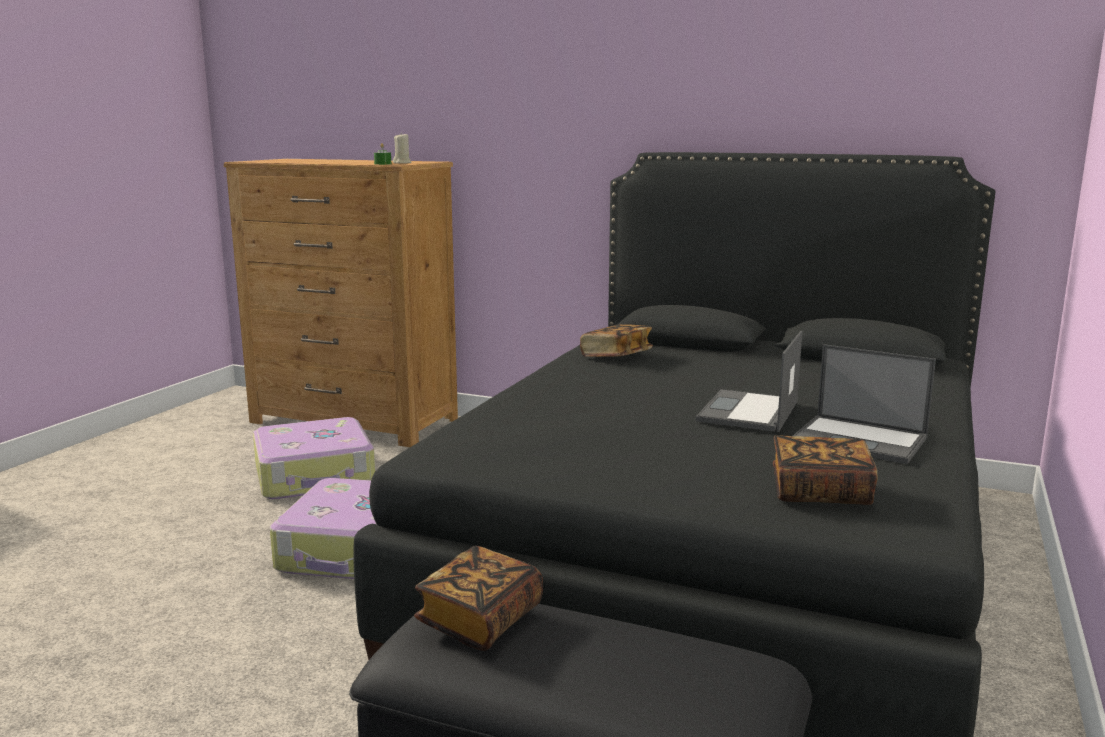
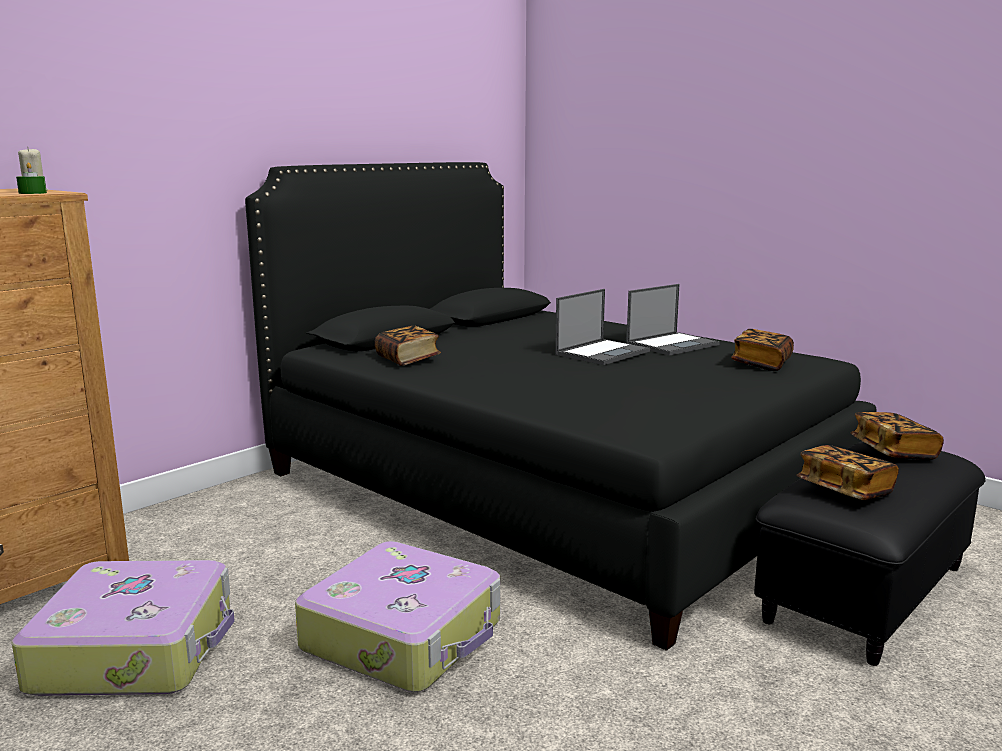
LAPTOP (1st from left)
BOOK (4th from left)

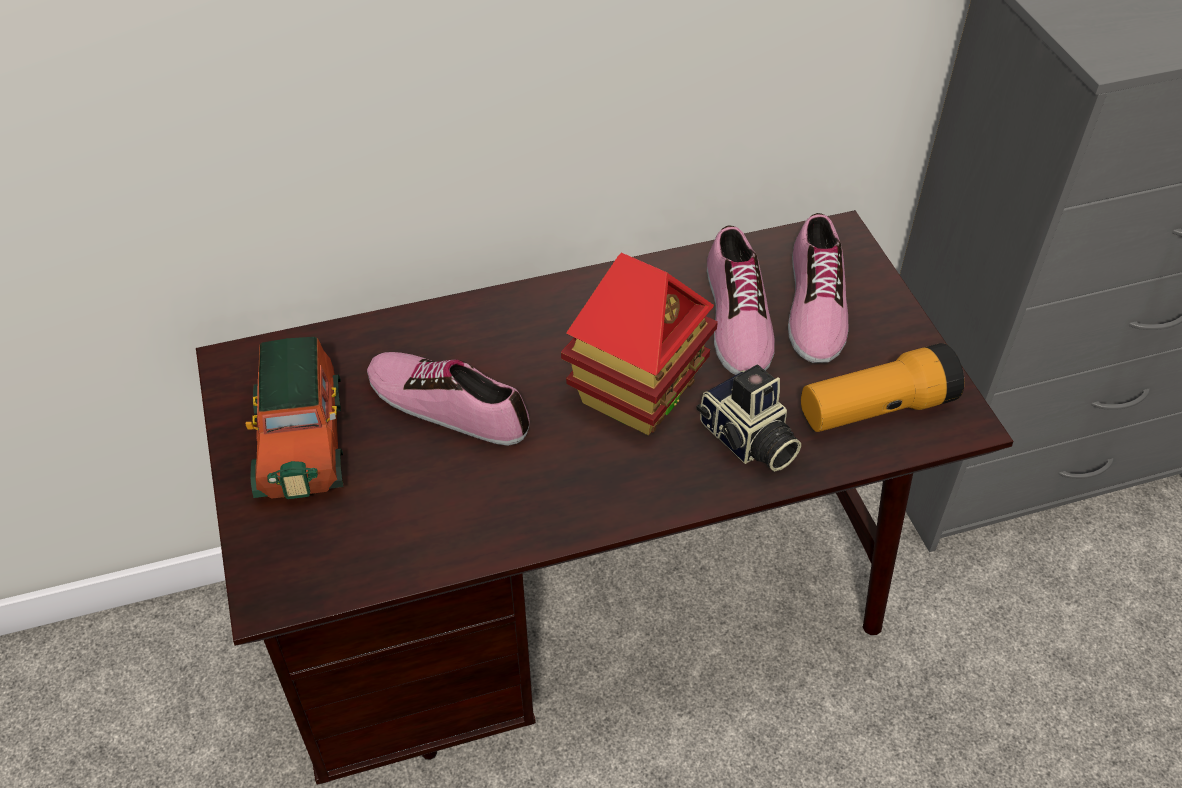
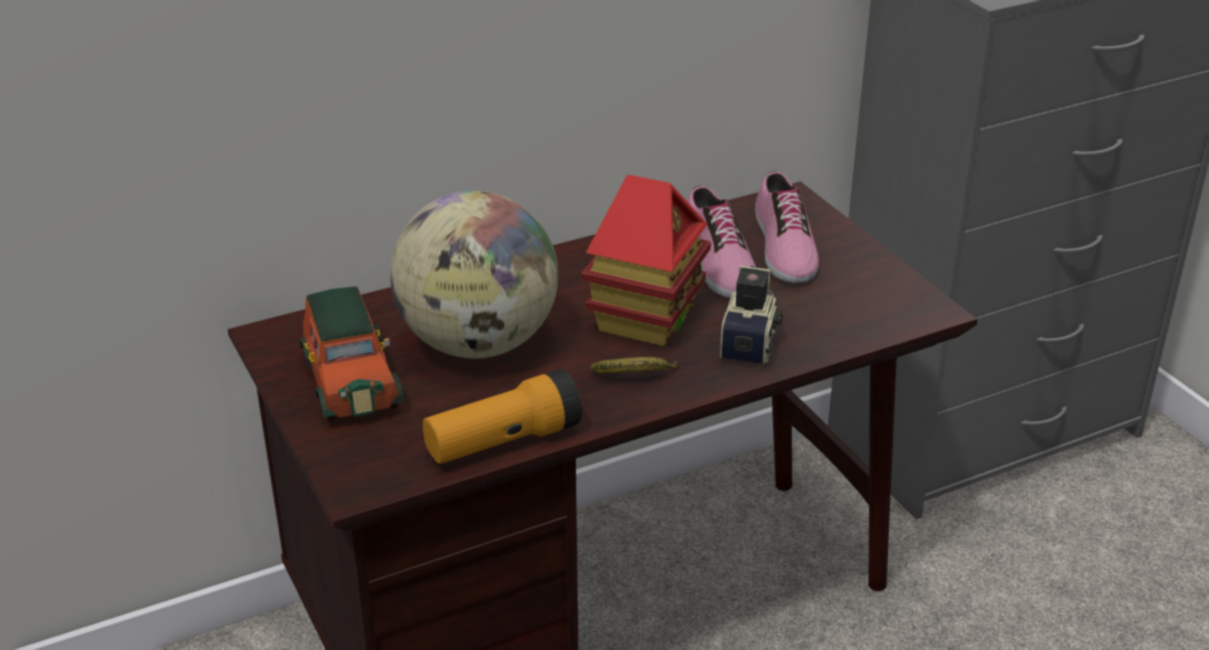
GLOBE
FLASHLIGHT
BANANA
PHOTO CAMERA

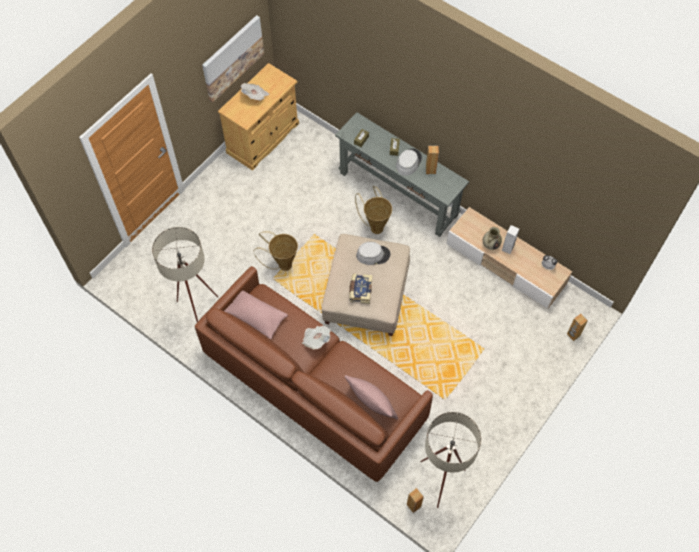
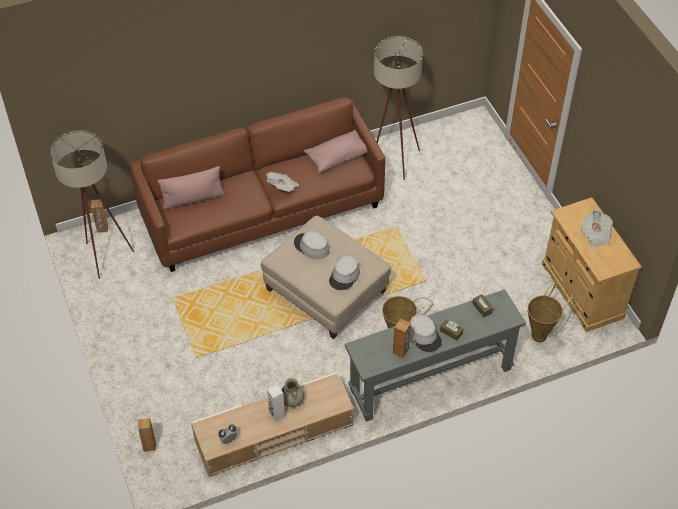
GREY HAT (1st from left)
BASKET (2nd from left)
PICTURE

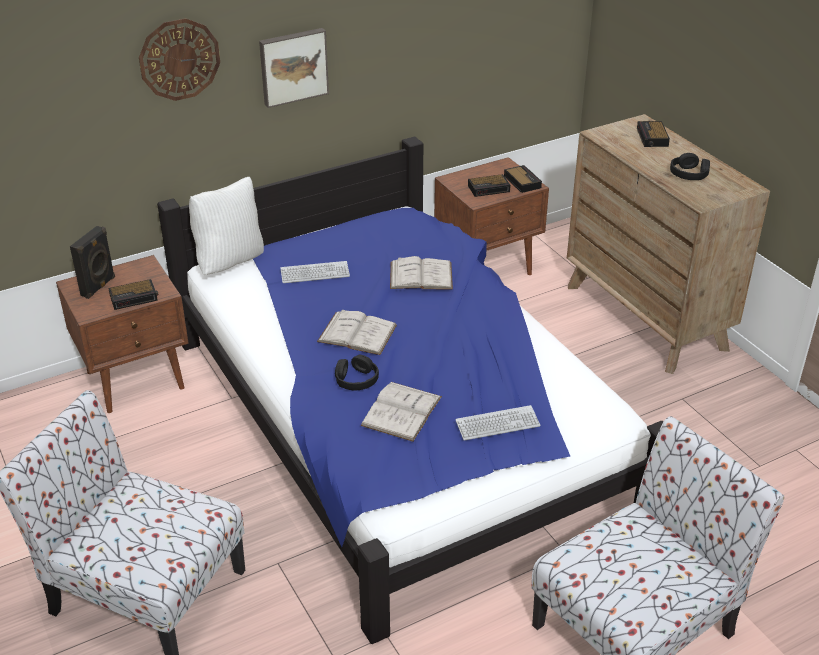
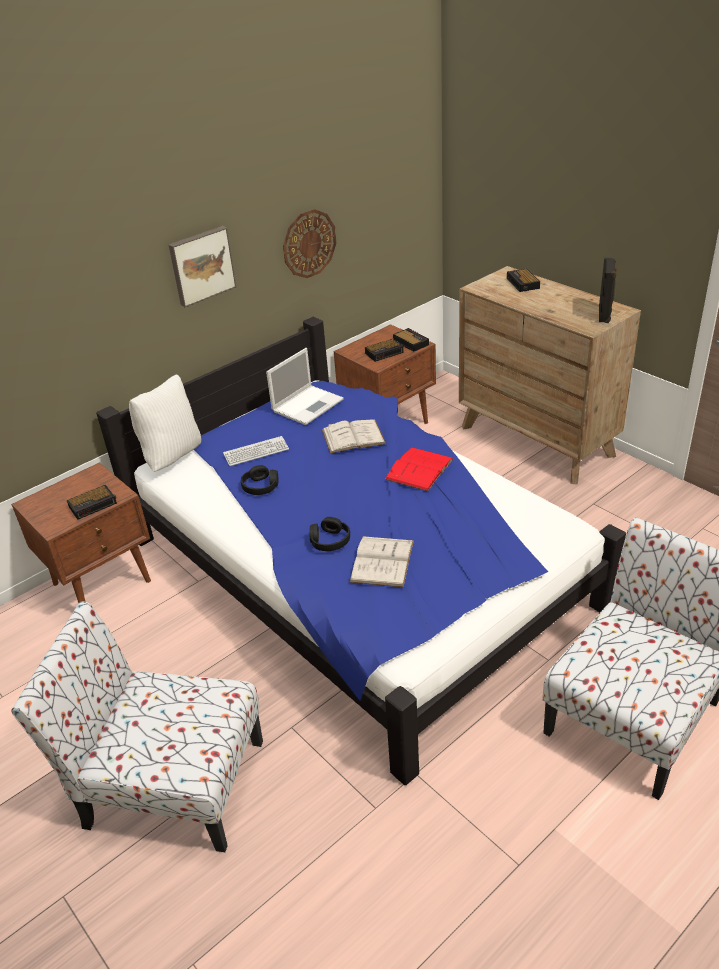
BLACK HEADPHONES (1st from left)
LAPTOP
WALL CLOCK
RED BOOK
BLACK SPEAKER
WHITE BOOK (1st from left in the first image)
KEYBOARD (2nd from left in the first image)

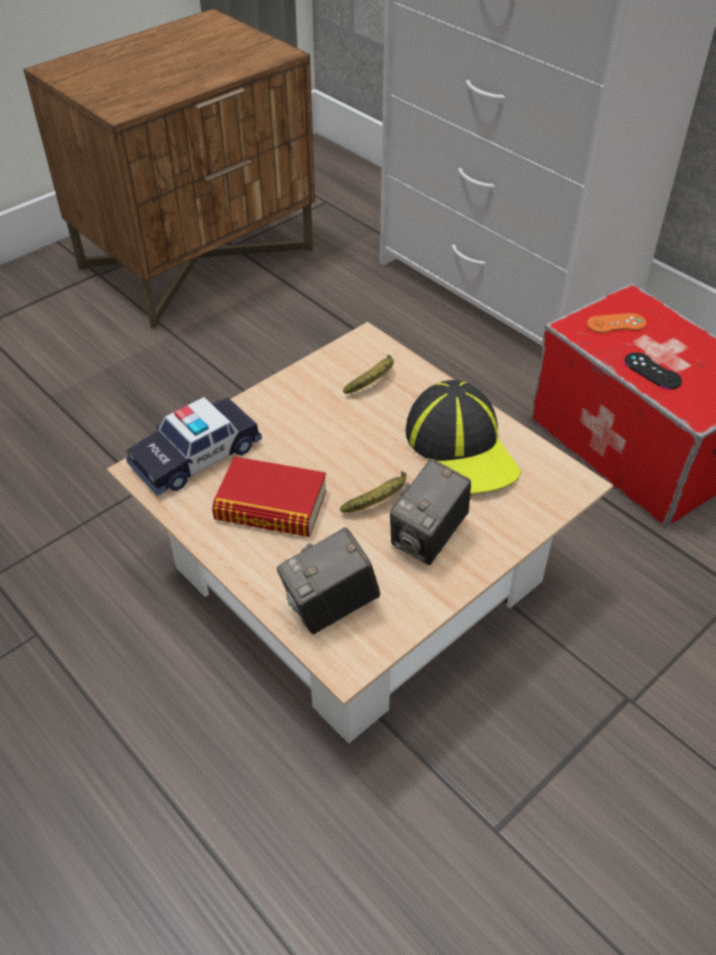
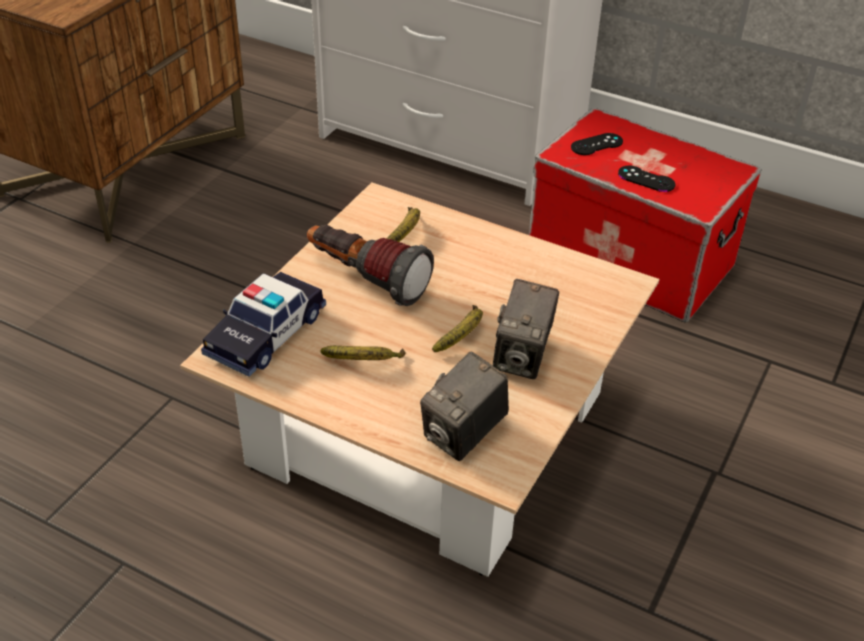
FLASHLIGHT
BANANA (1st from left)
BLACK GAME CONTROLLER (1st from left)
CAP

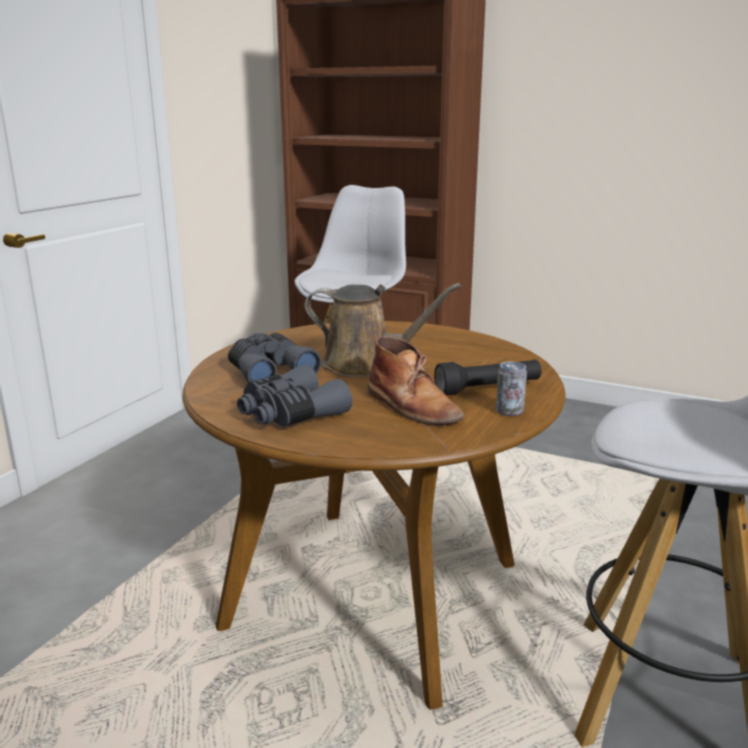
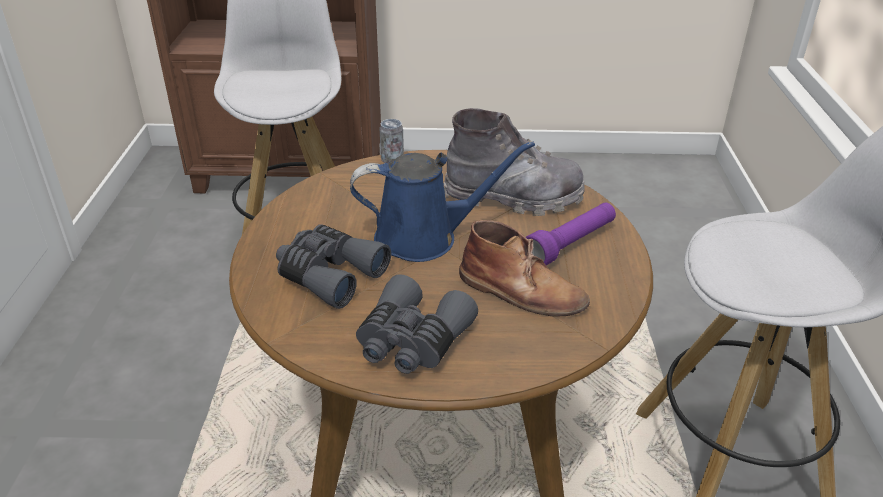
BLUE WATERING CAN
CAN
GREY BOOT
PURPLE FLASHLIGHT

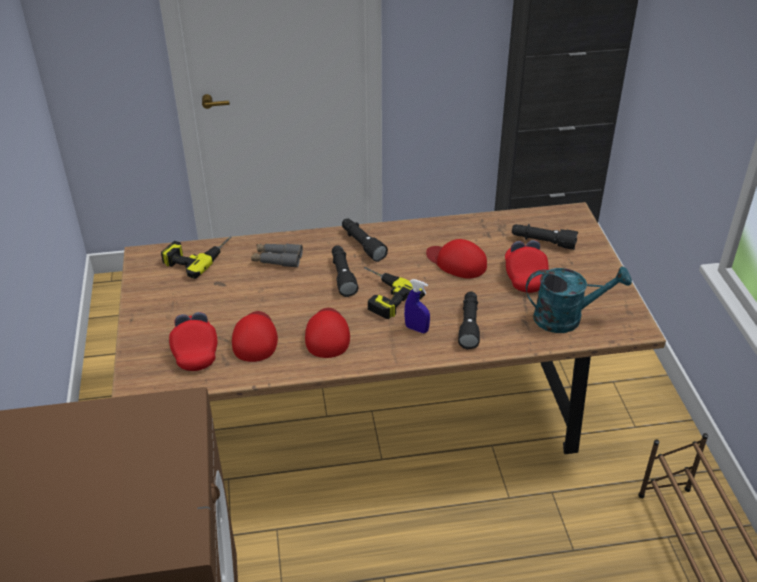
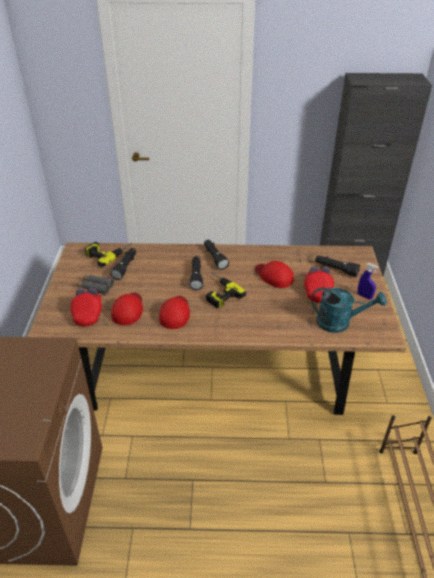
GREY BINOCULARS
BLACK FLASHLIGHT (1st from left)
BLUE SPRAY BOTTLE

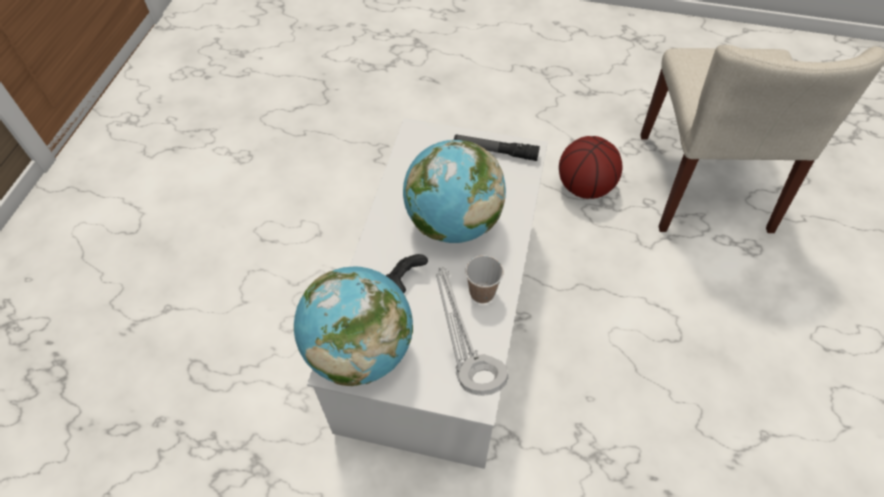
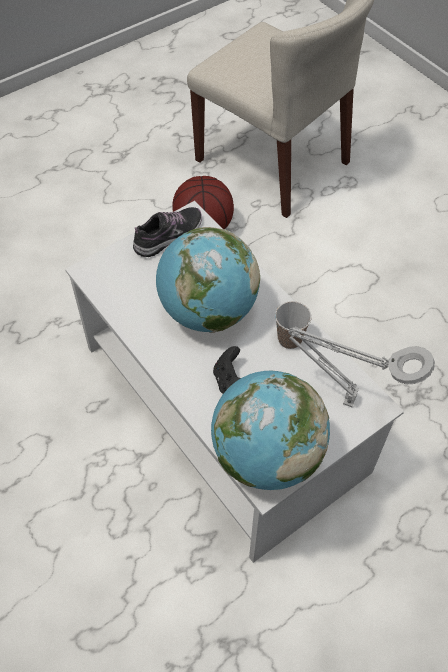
SHOE

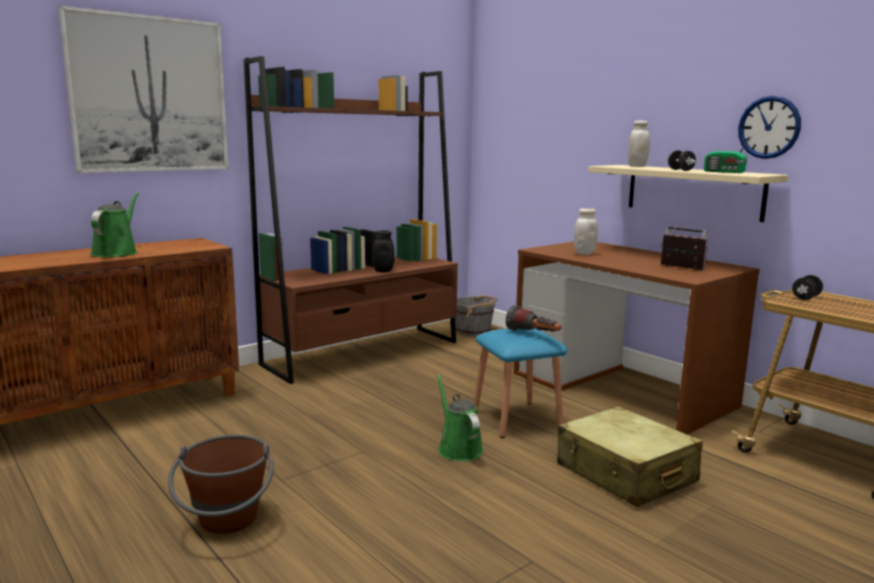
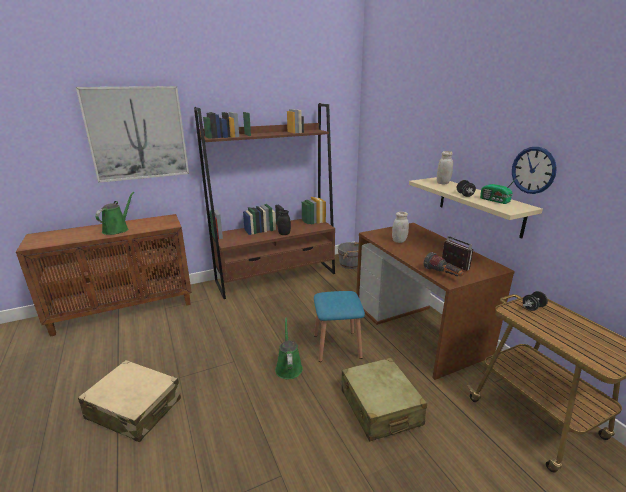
BEIGE SUITCASE (1st from left)
FLASHLIGHT

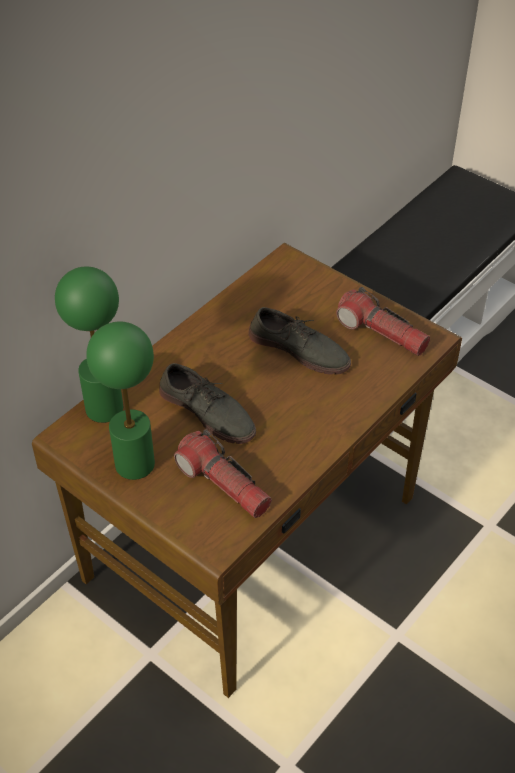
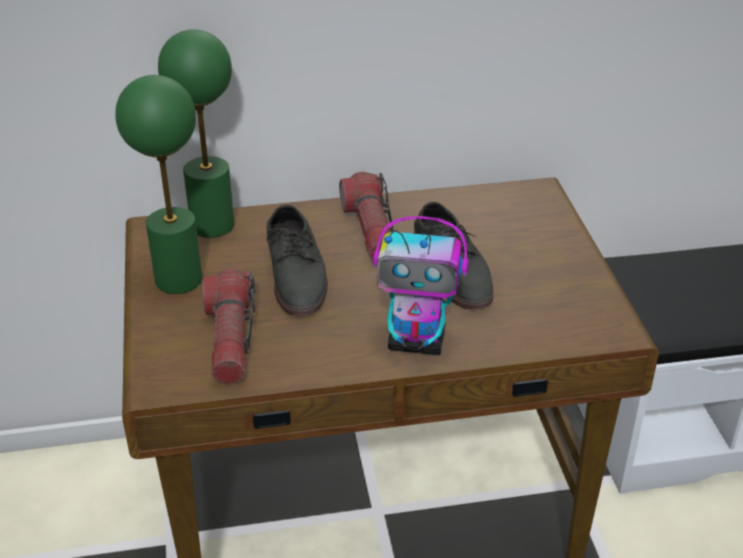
FLASHLIGHT (2nd from left)
TOY ROBOT

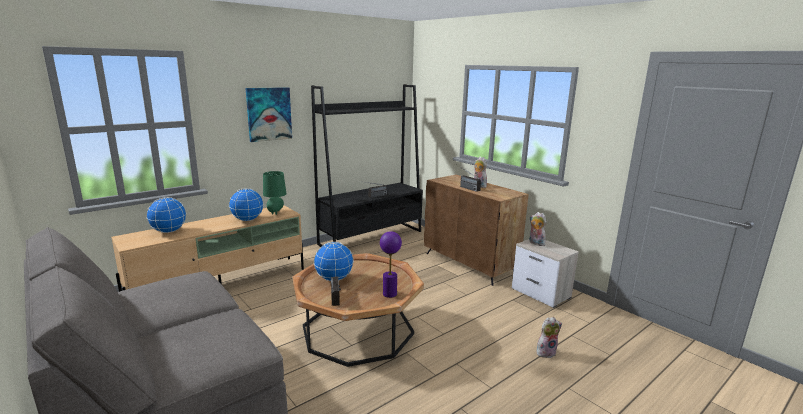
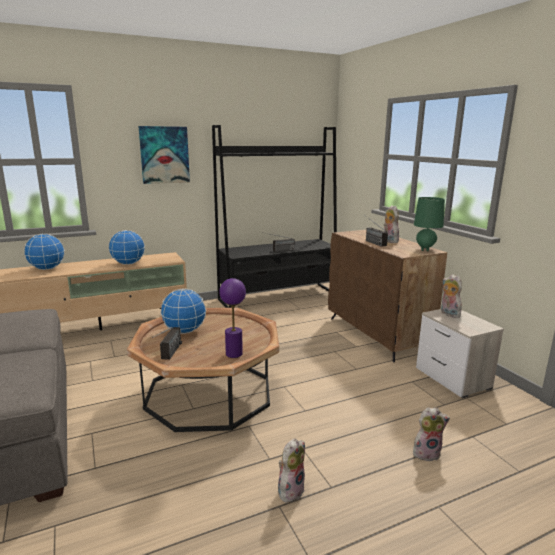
PLUSH TOY (1st from left)
GREEN TABLE LAMP

